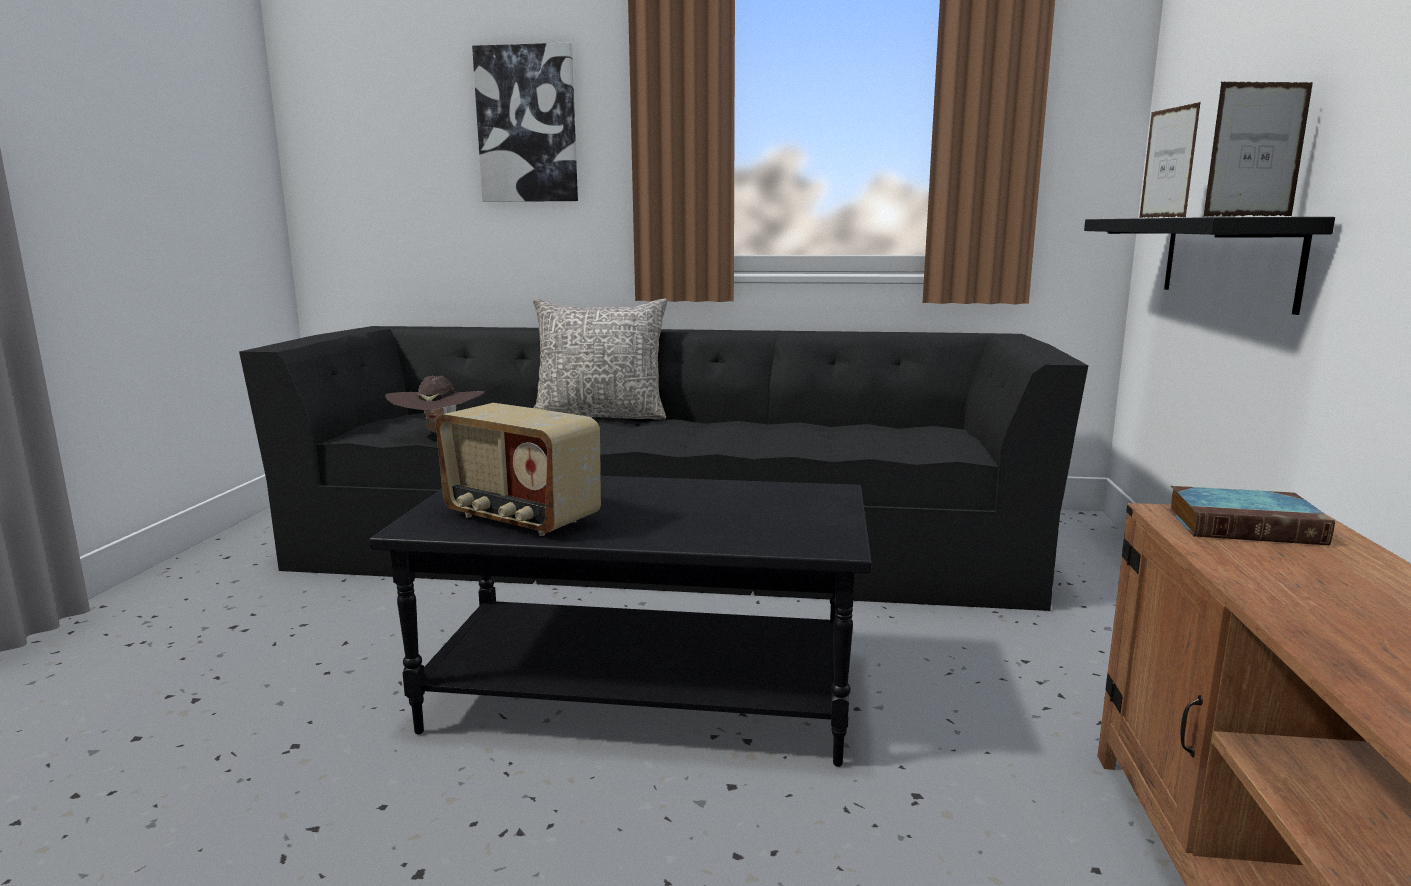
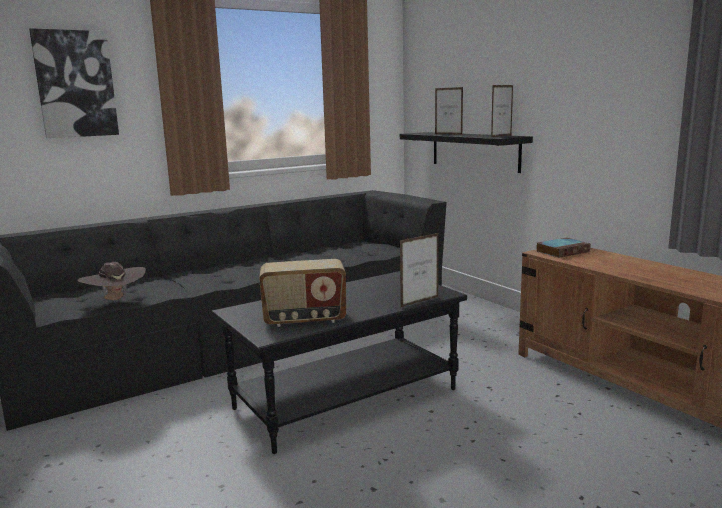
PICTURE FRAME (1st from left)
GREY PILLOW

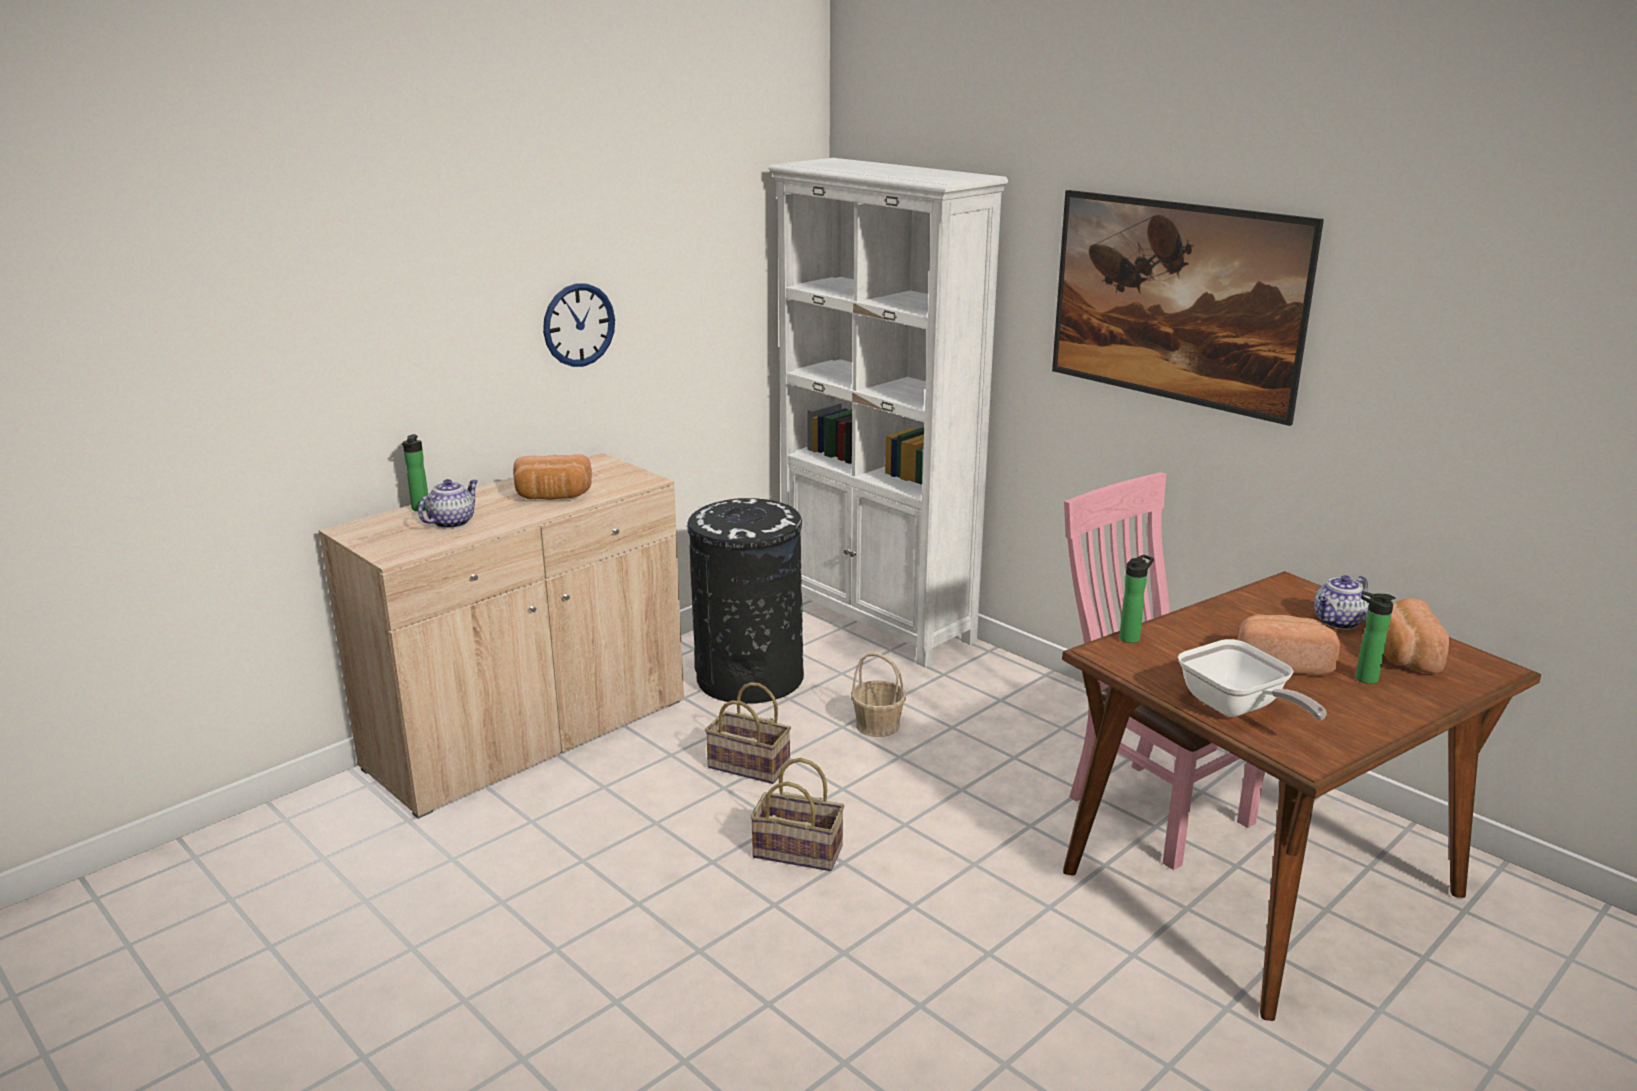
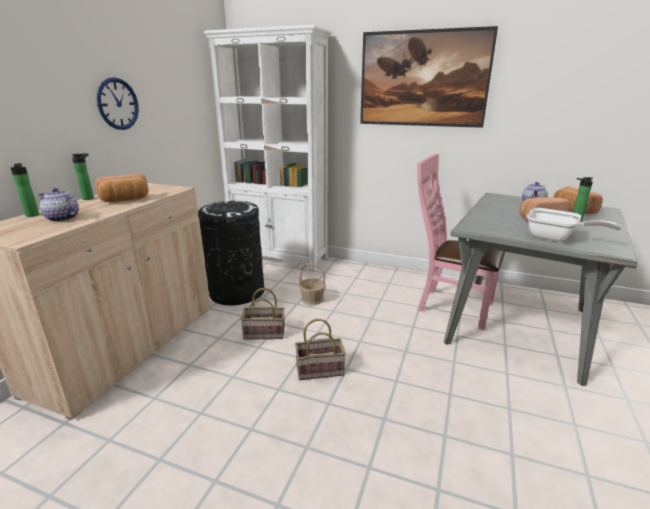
TEAPOT (1st from left)
BOTTLE (2nd from left)
GREY DINING TABLE

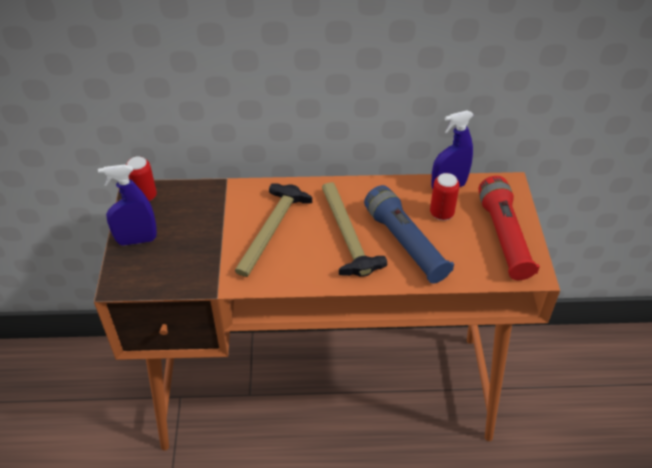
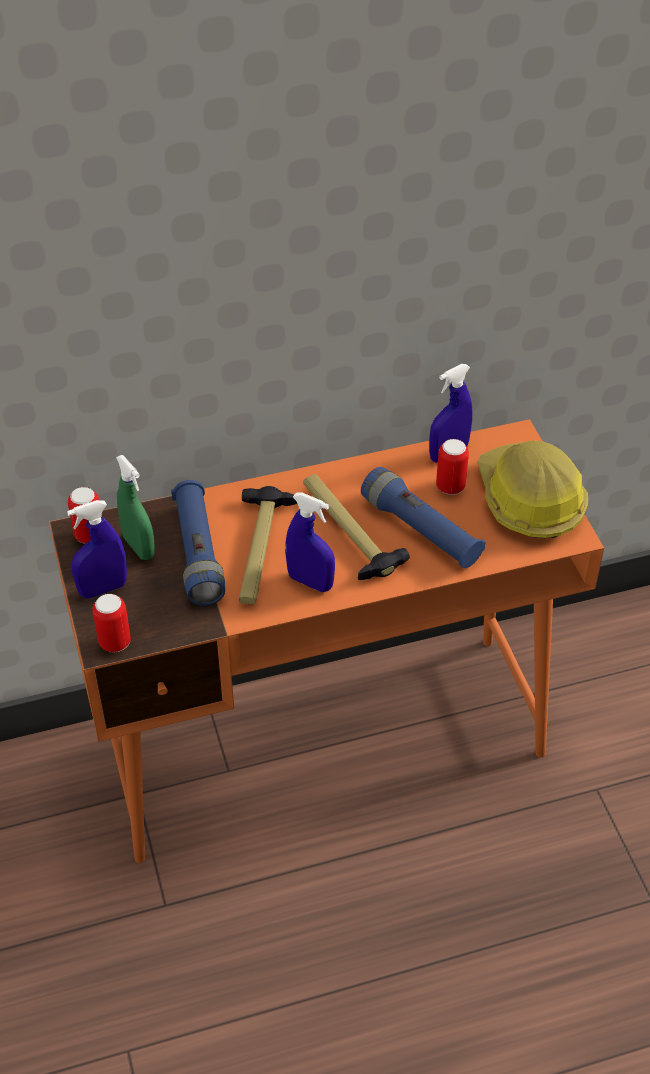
CAN (2nd from left)
GREEN SPRAY BOTTLE
BLUE FLASHLIGHT (1st from left)
BLUE SPRAY BOTTLE (2nd from left)
HARD HAT

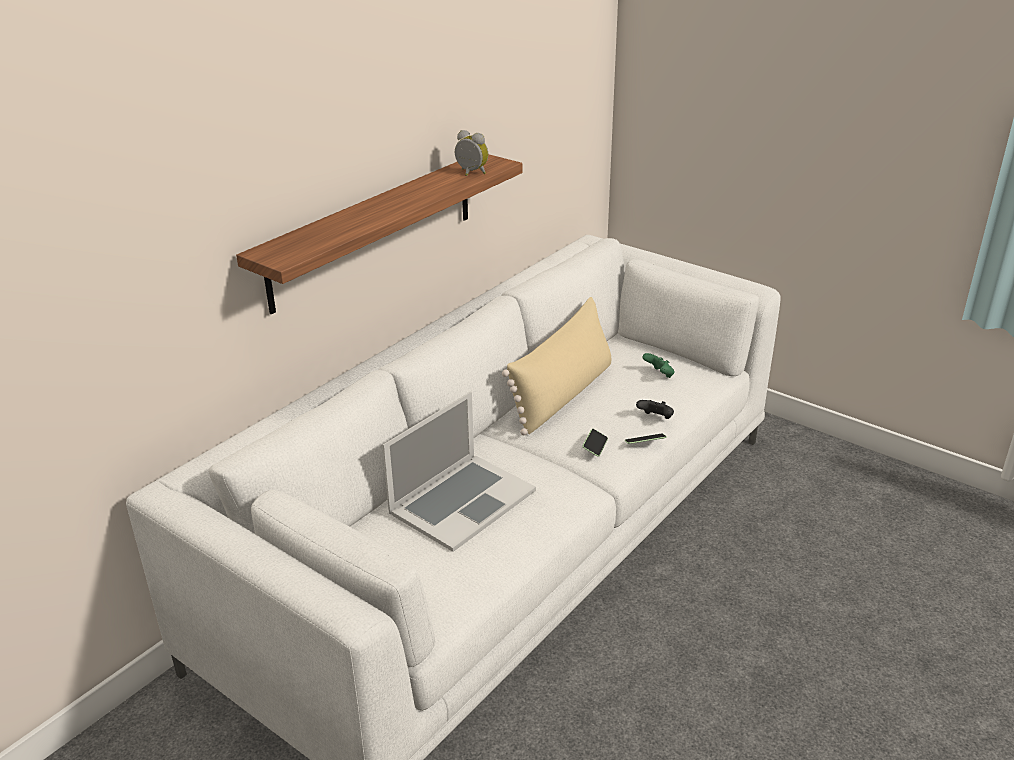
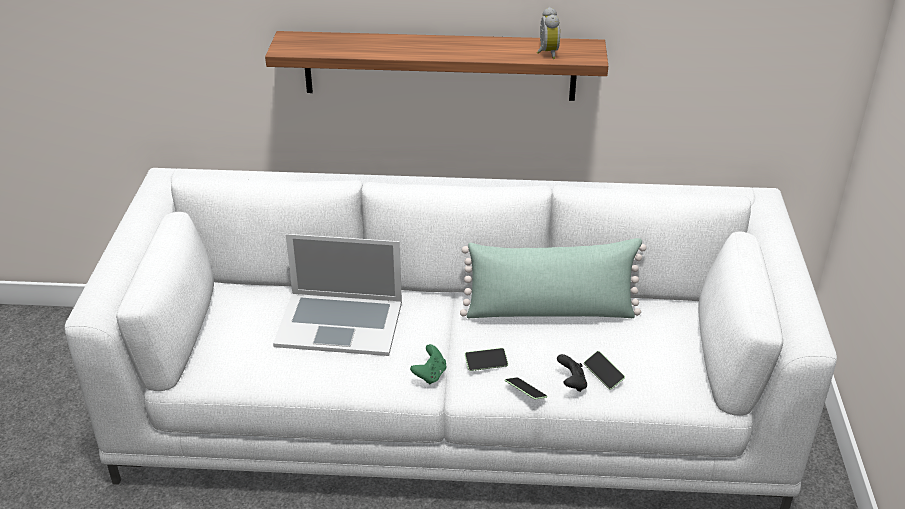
GREEN GAME CONTROLLER
GREEN PILLOW
PHONE (3rd from left)

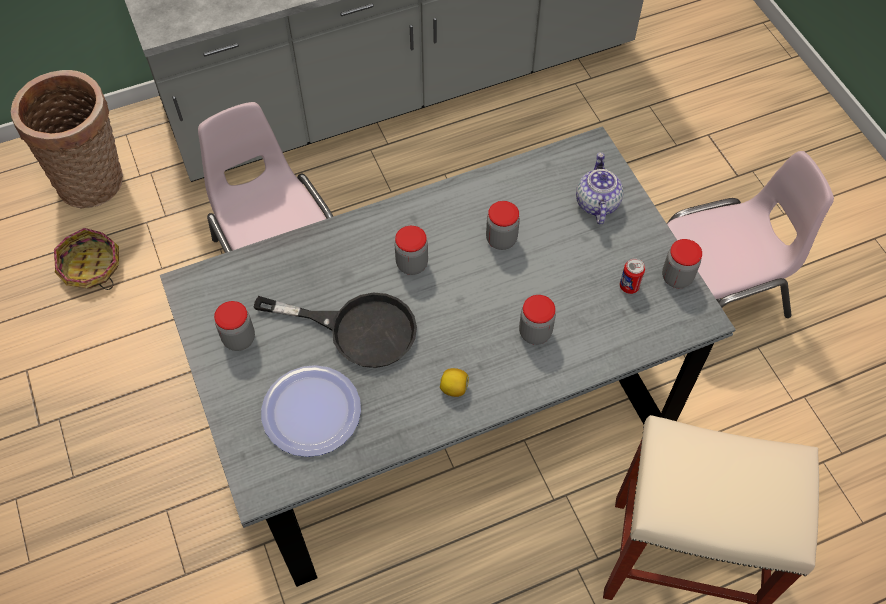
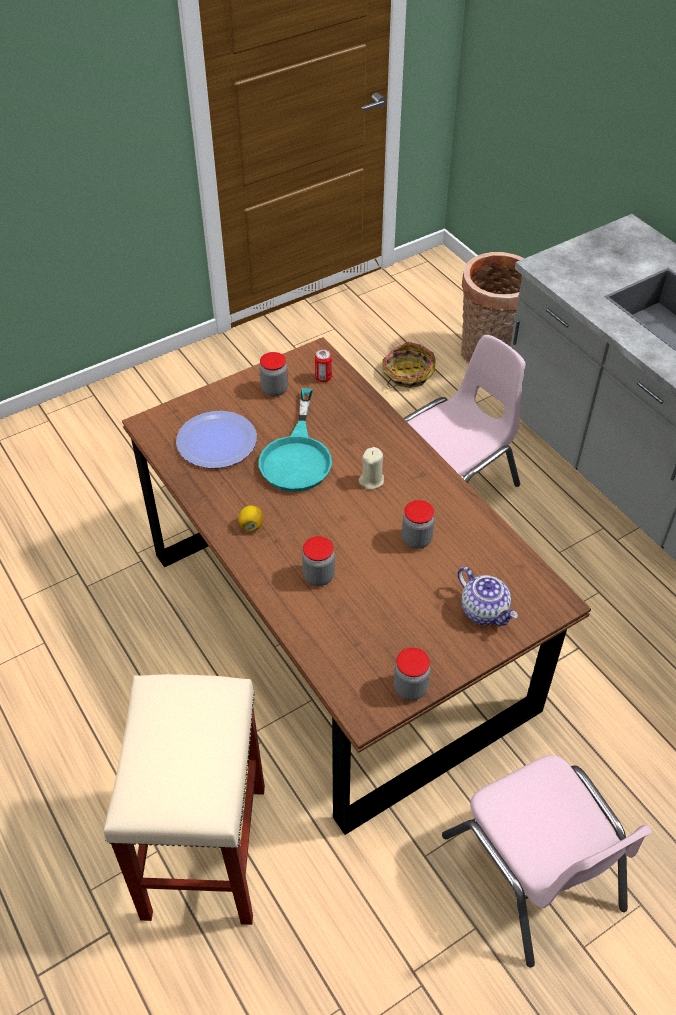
BROWN DINING TABLE
TURQUOISE FRYING PAN
CAN
BEIGE CANDLE
TEAPOT

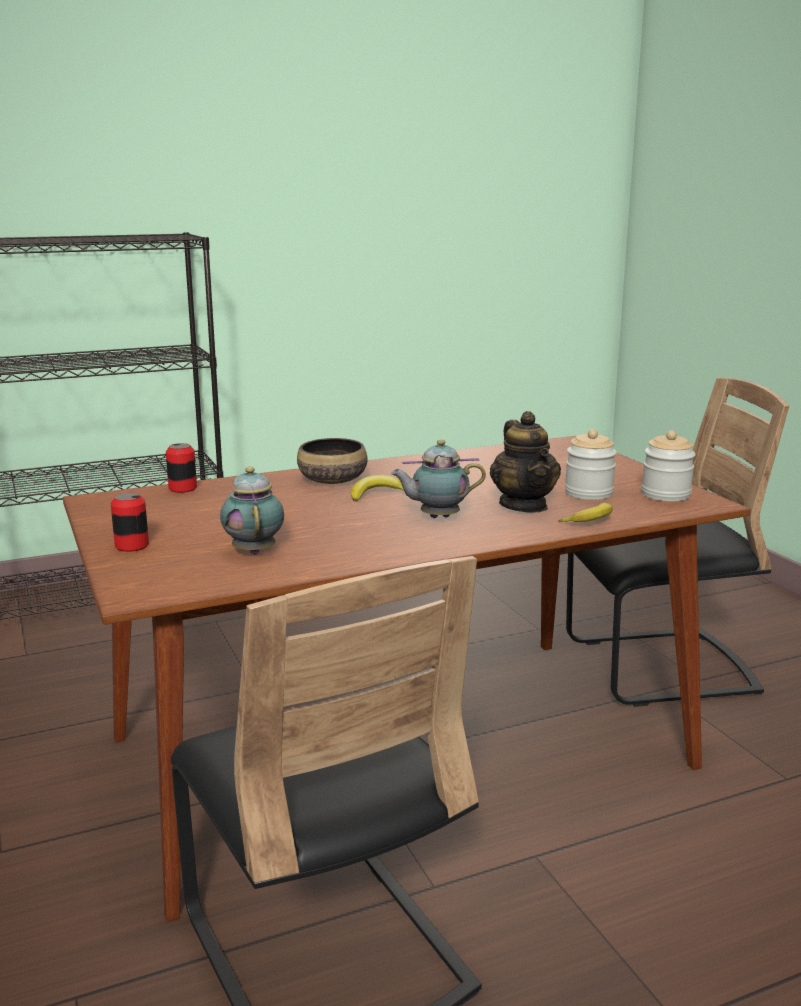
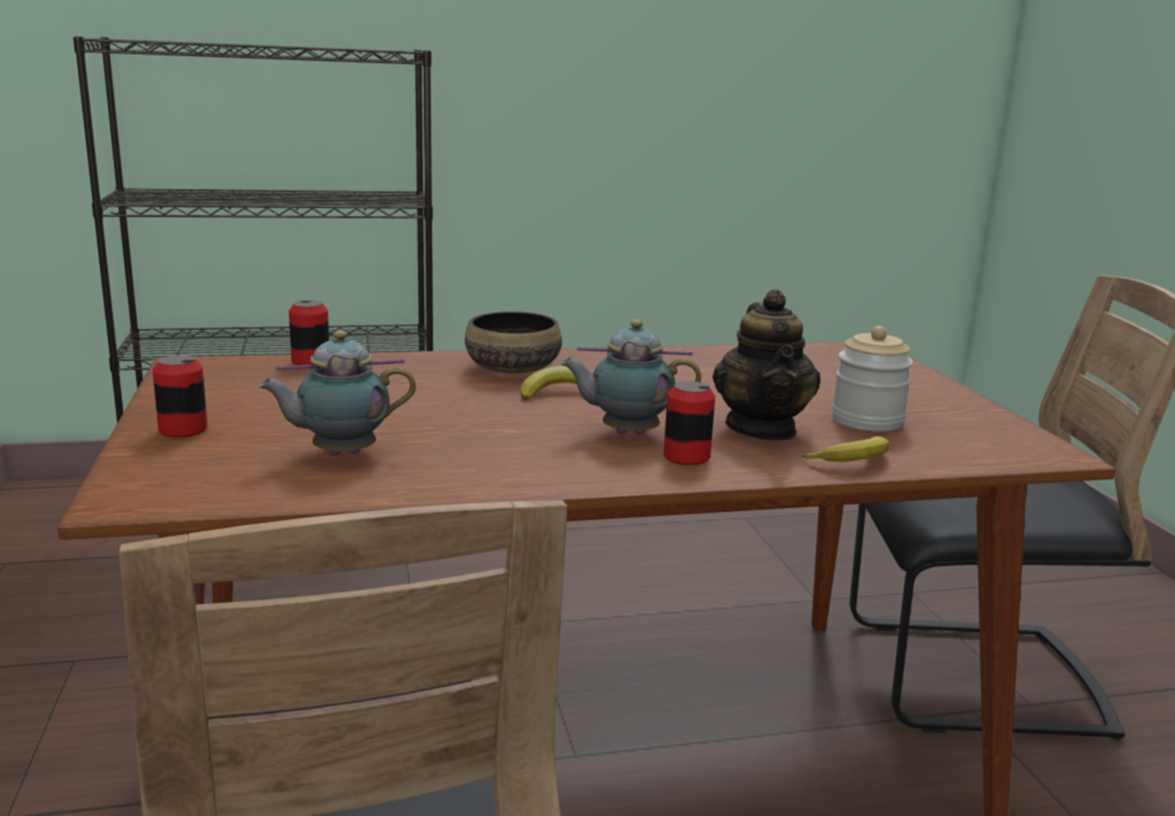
TEAPOT (1st from left)
CAN (3rd from left)
JAR (2nd from left in the first image)

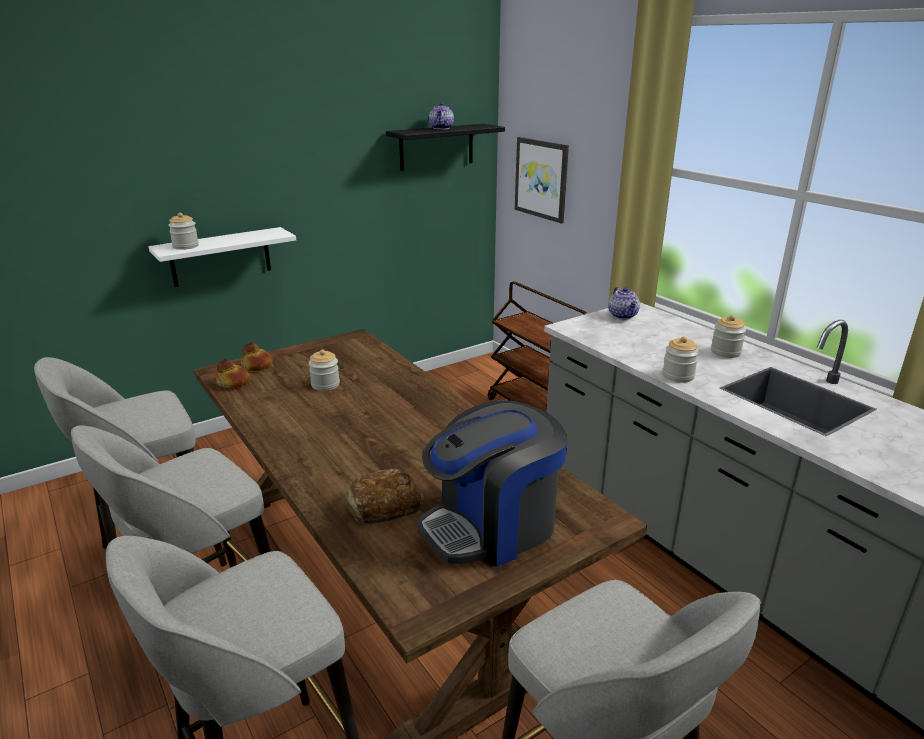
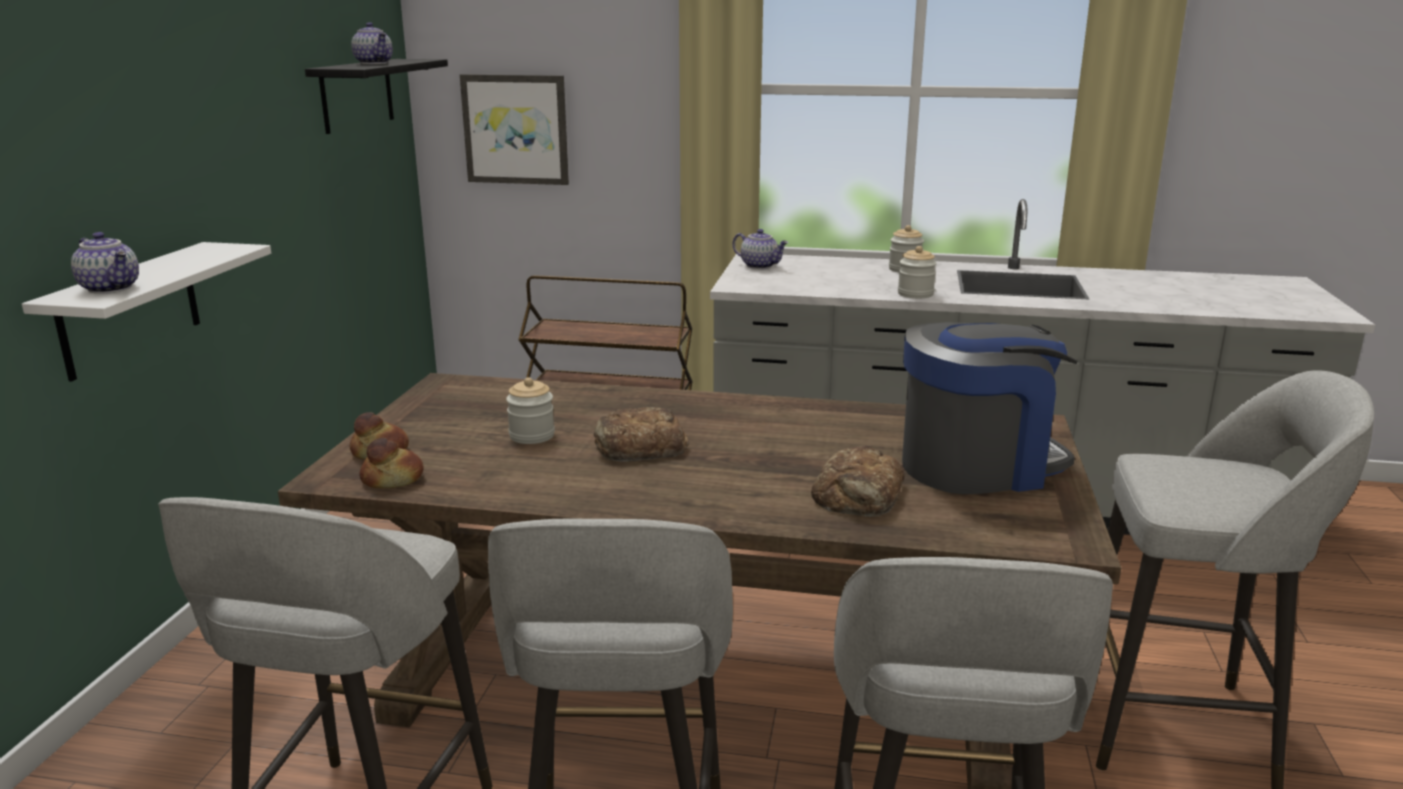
TEAPOT (1st from left)
BREAD (3rd from left)
COFFEE MACHINE

